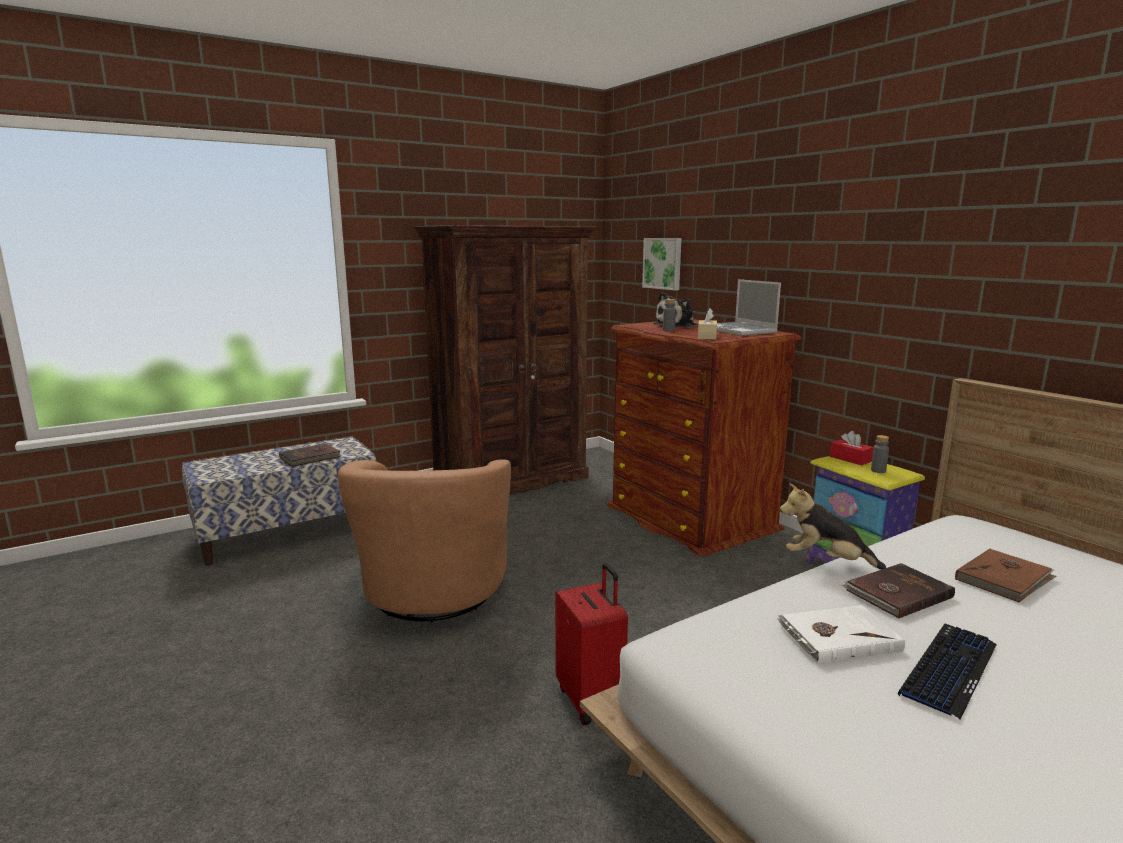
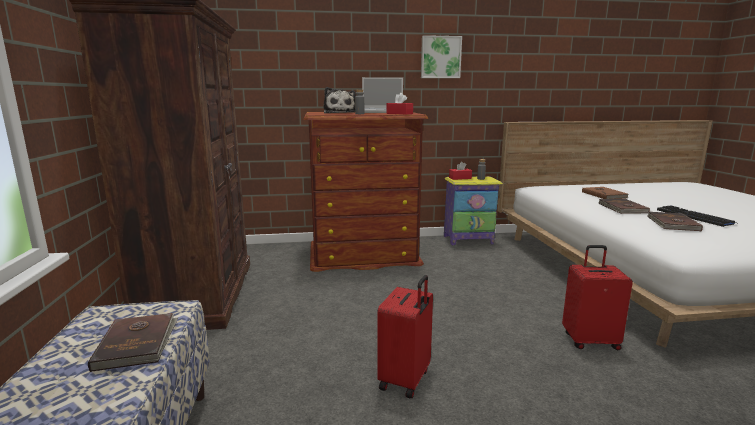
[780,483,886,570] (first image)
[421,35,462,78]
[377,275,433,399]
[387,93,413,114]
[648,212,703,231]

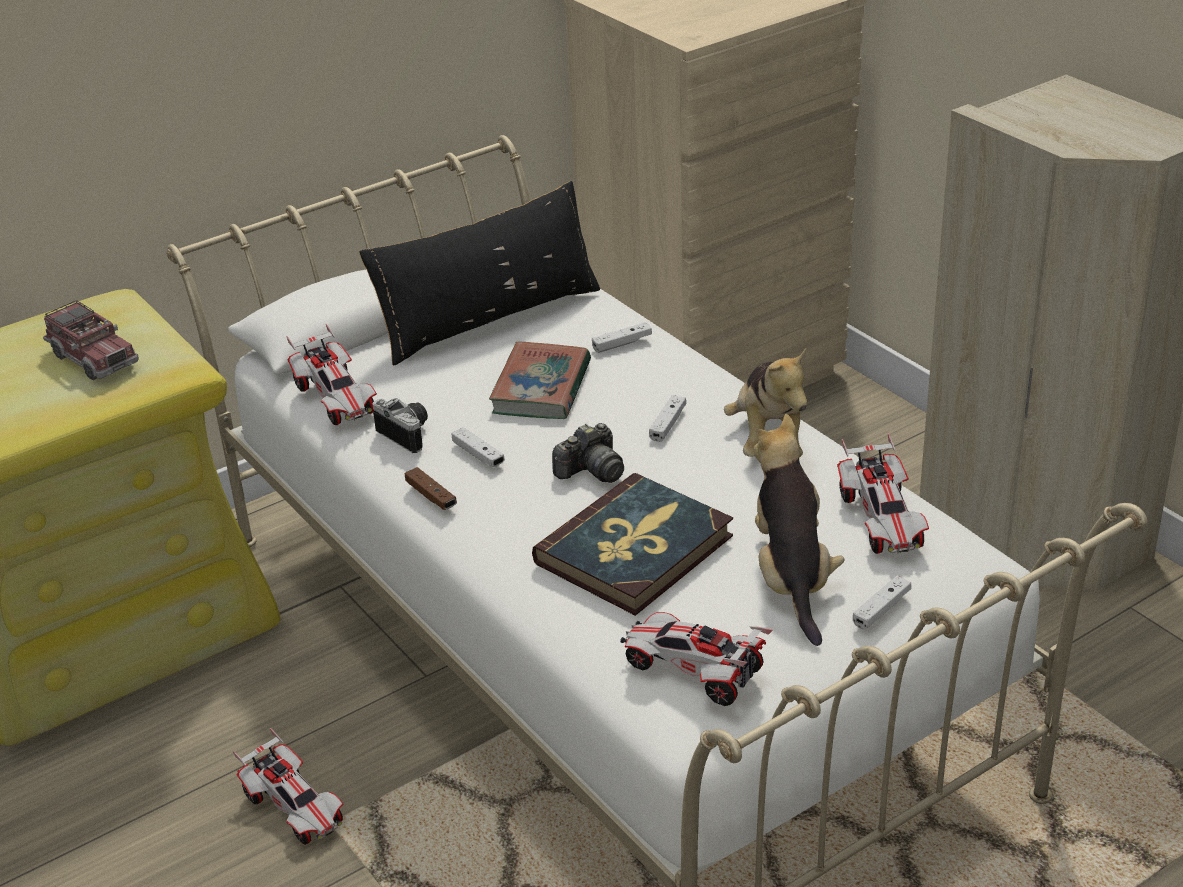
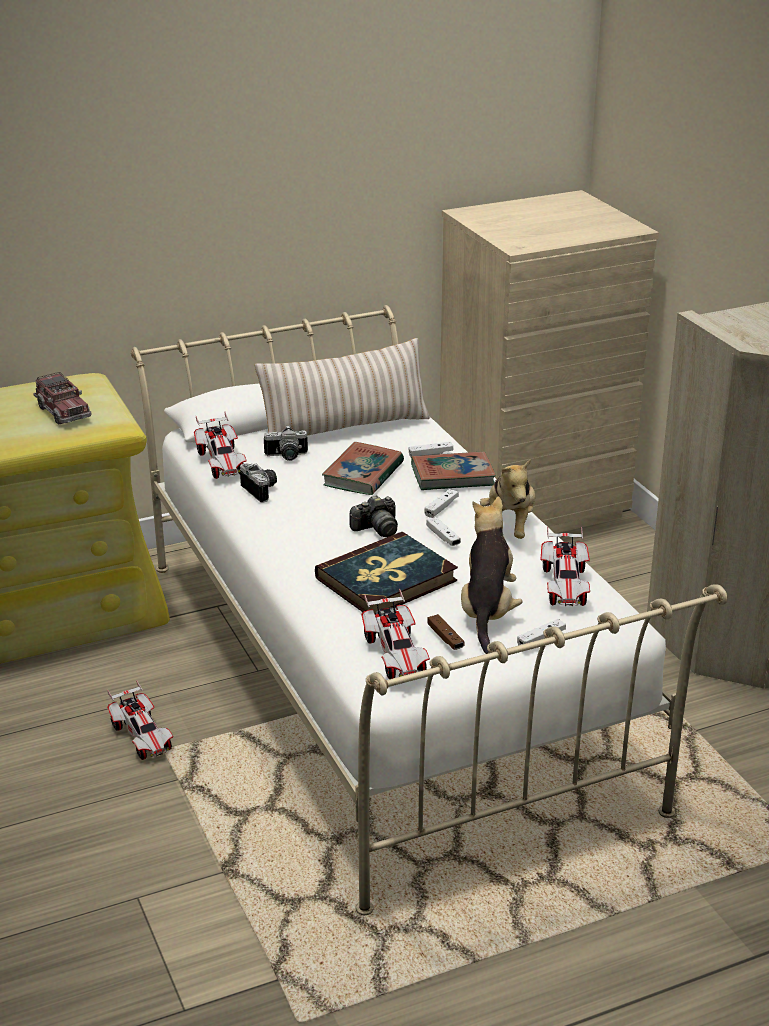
[264,425,308,461]
[411,451,496,490]
[427,614,464,650]
[426,517,461,546]
[254,338,430,436]
[361,589,430,679]

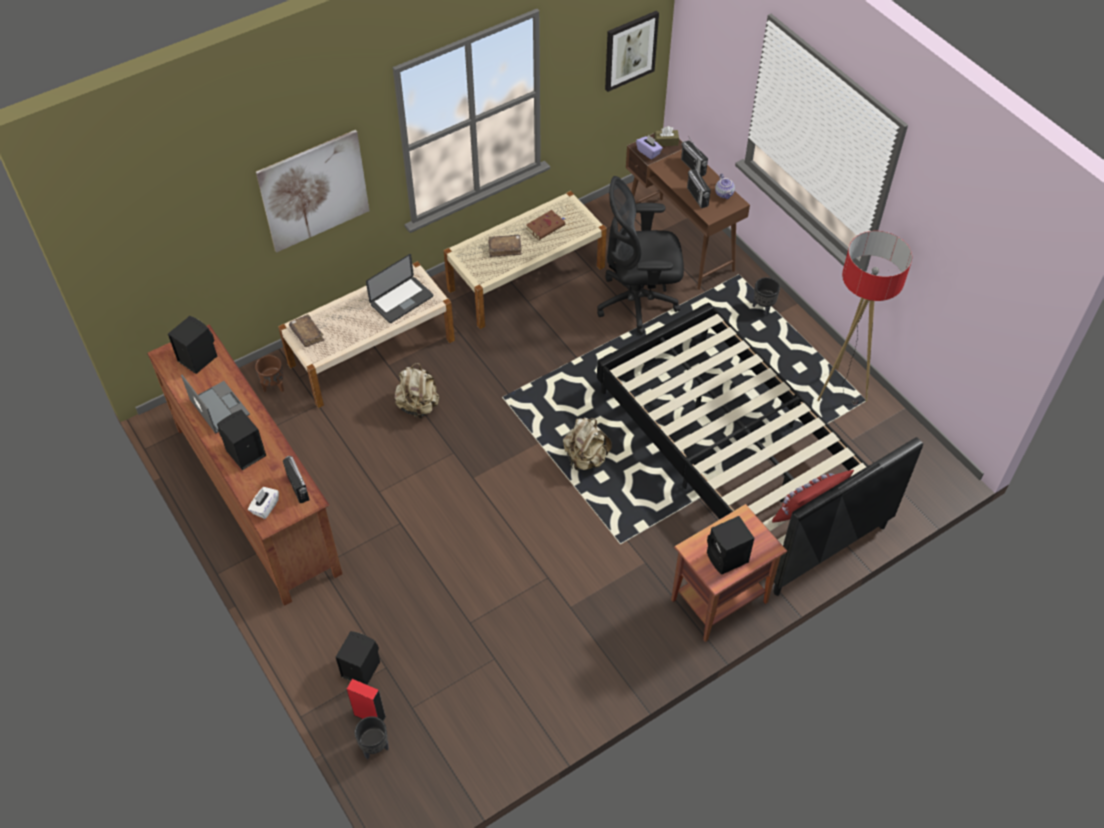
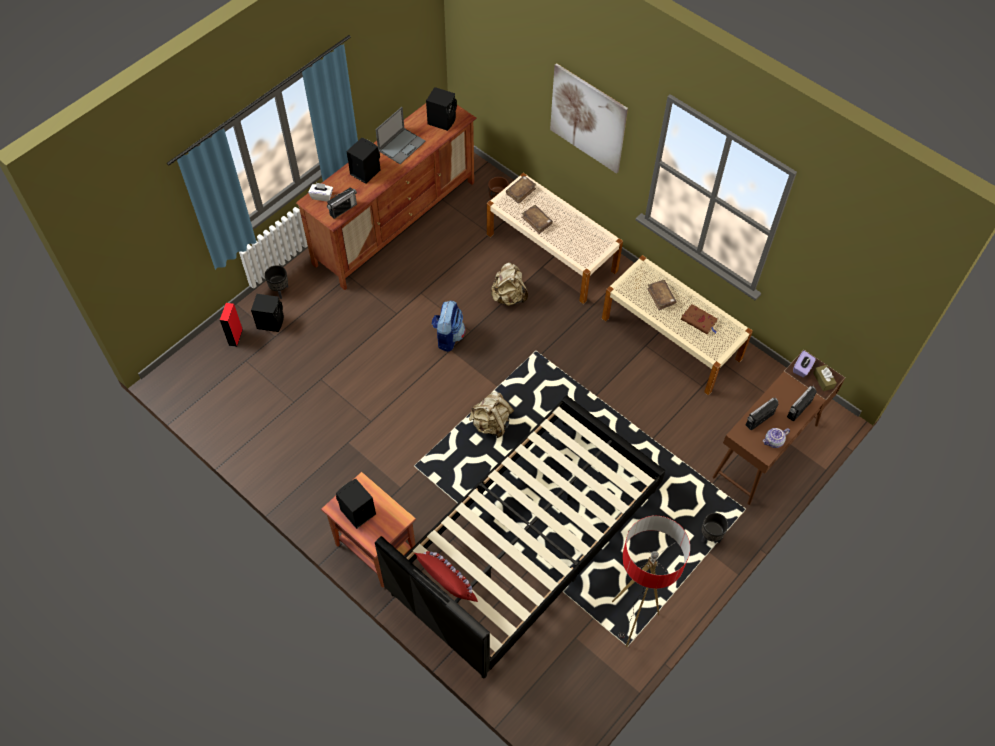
[366,254,433,323] (first image)
[597,176,684,335] (first image)
[605,10,659,92] (first image)
[432,301,466,352]
[522,205,553,234]
[265,265,288,299]

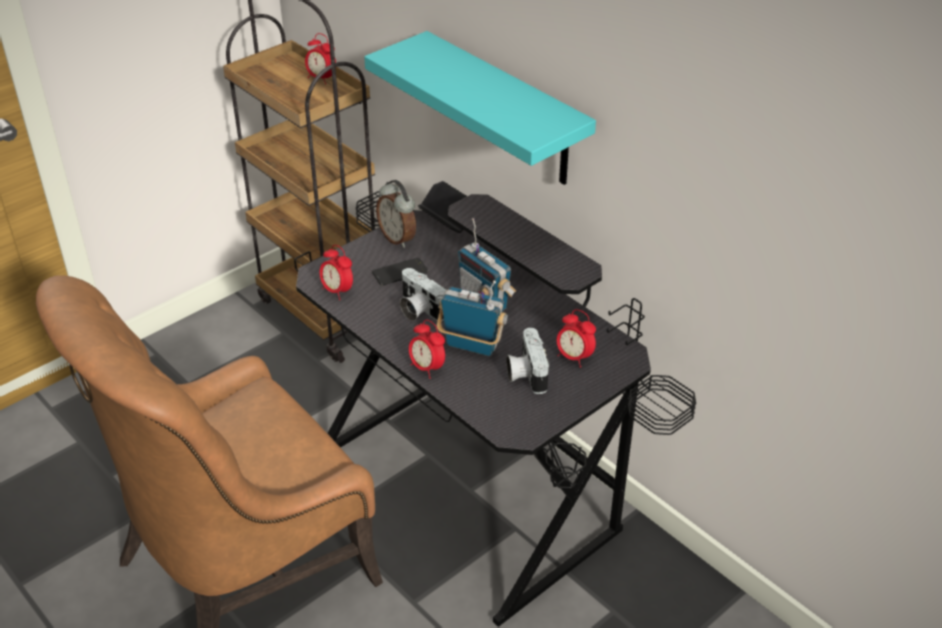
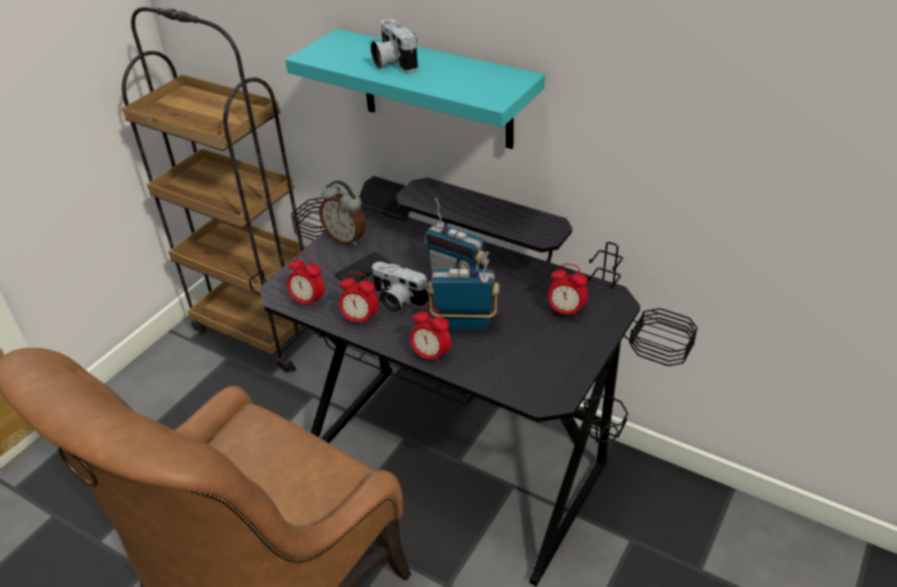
[339,272,379,327]
[371,19,418,72]

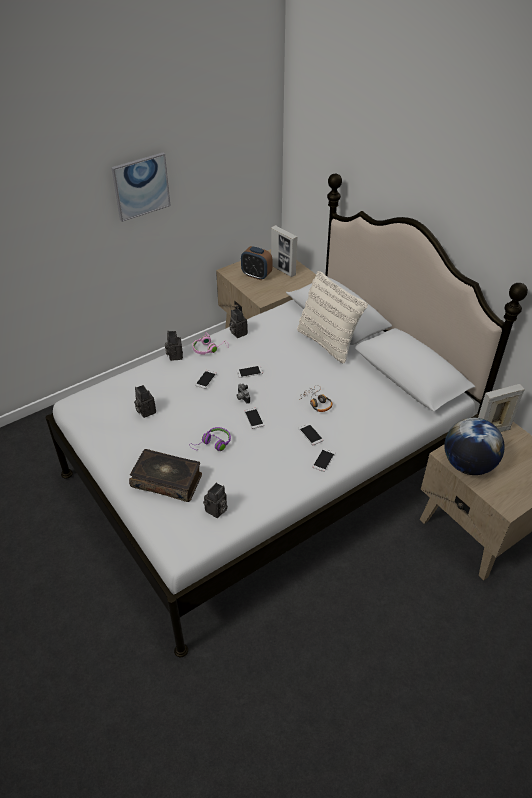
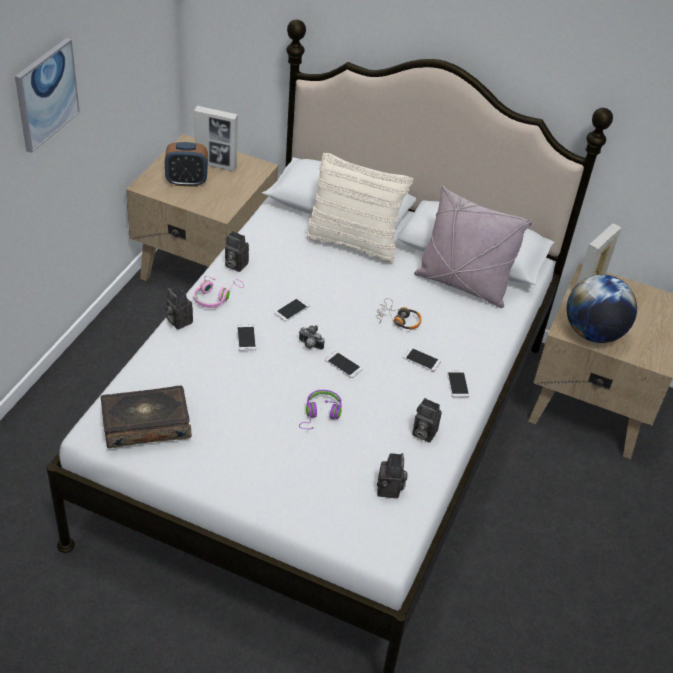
[414,186,532,308]
[101,385,192,448]
[412,398,442,443]

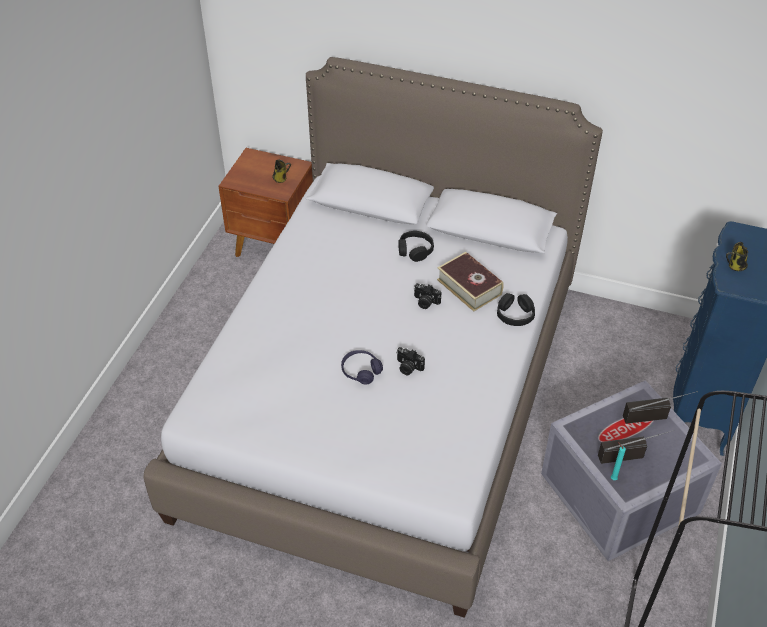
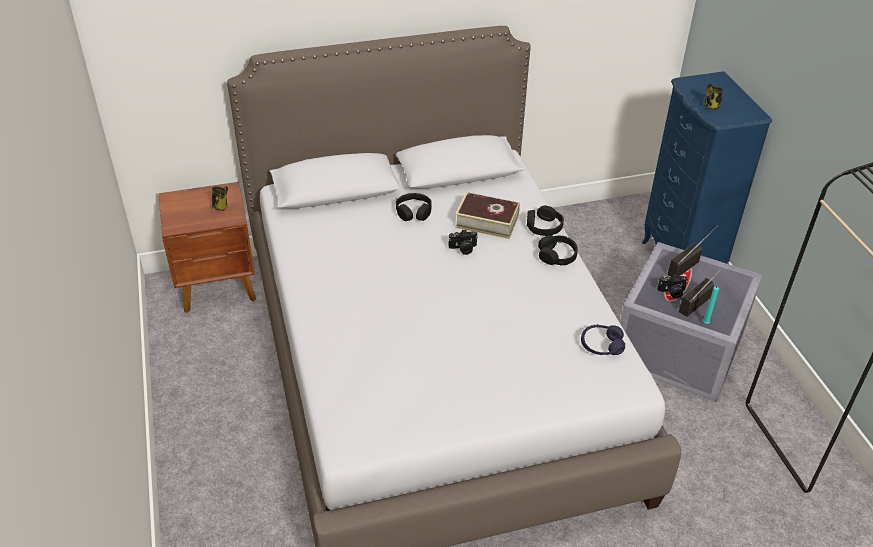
[538,235,578,266]
[581,324,625,355]
[658,274,688,299]

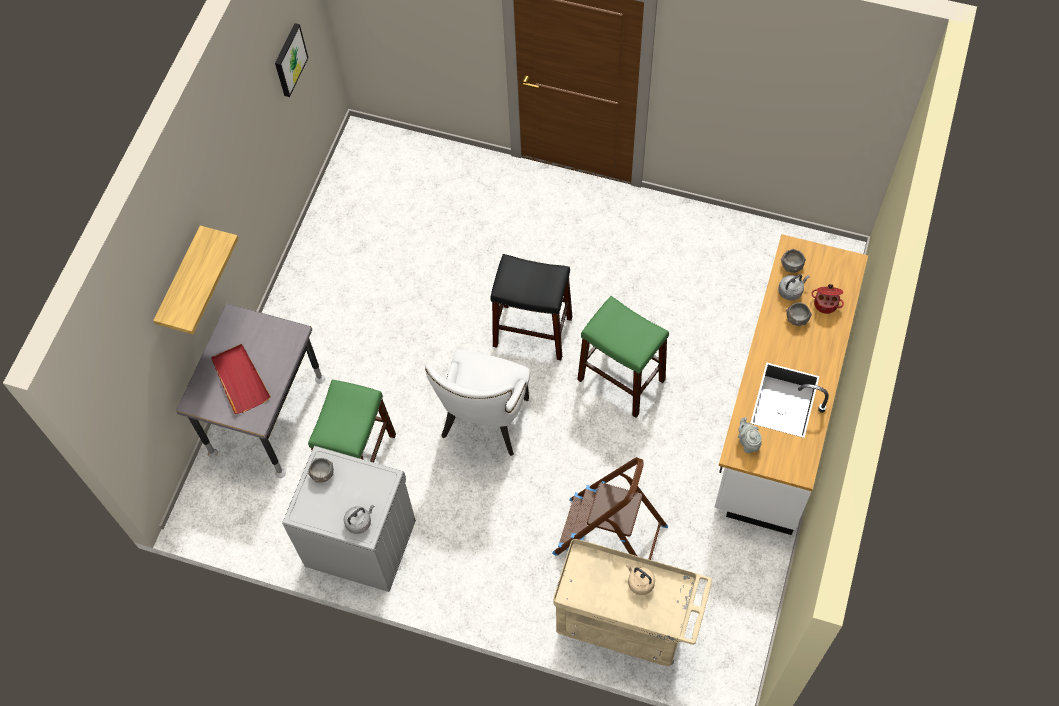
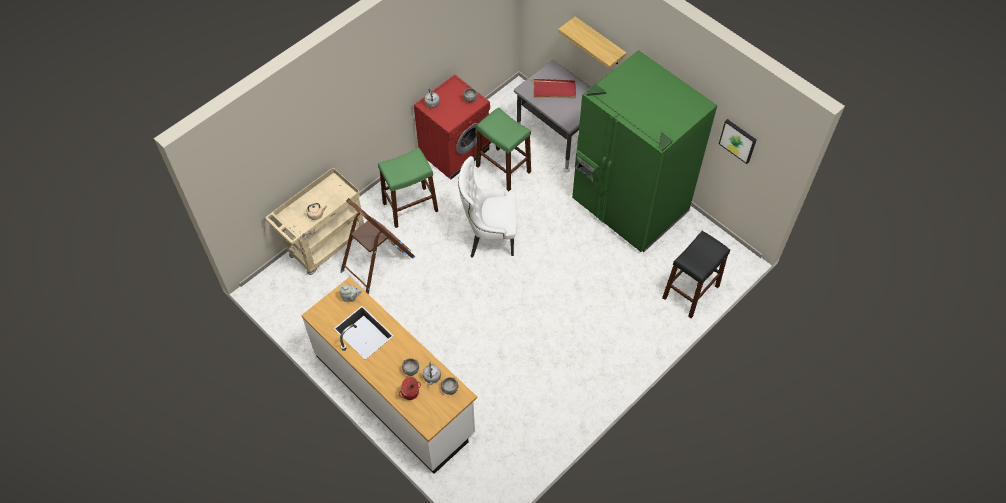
[572,50,717,252]
[662,231,730,318]
[378,148,438,228]
[414,75,490,180]
[458,156,517,258]

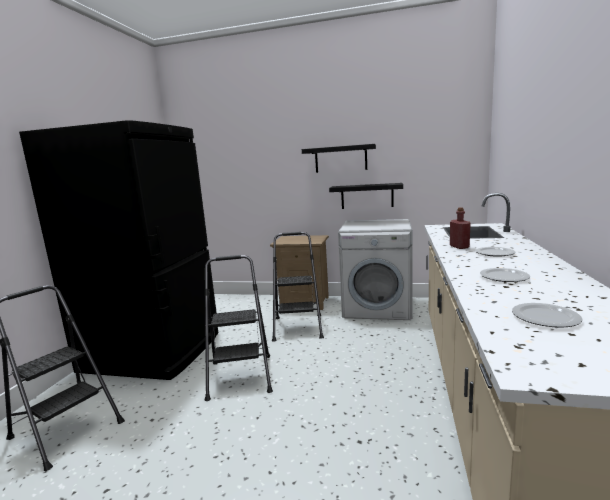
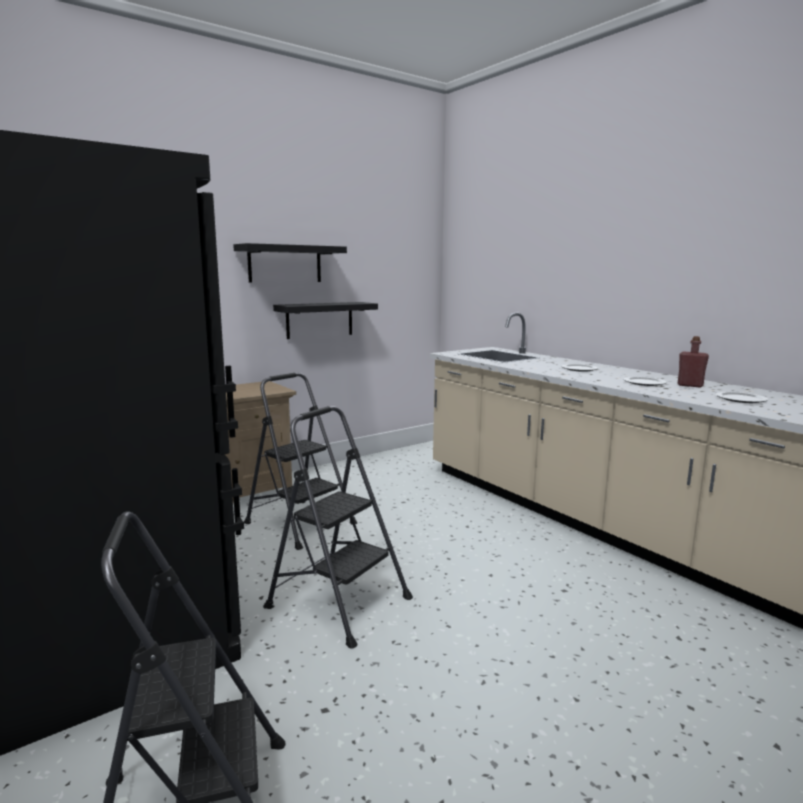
[338,219,413,320] (first image)
[678,336,709,387]

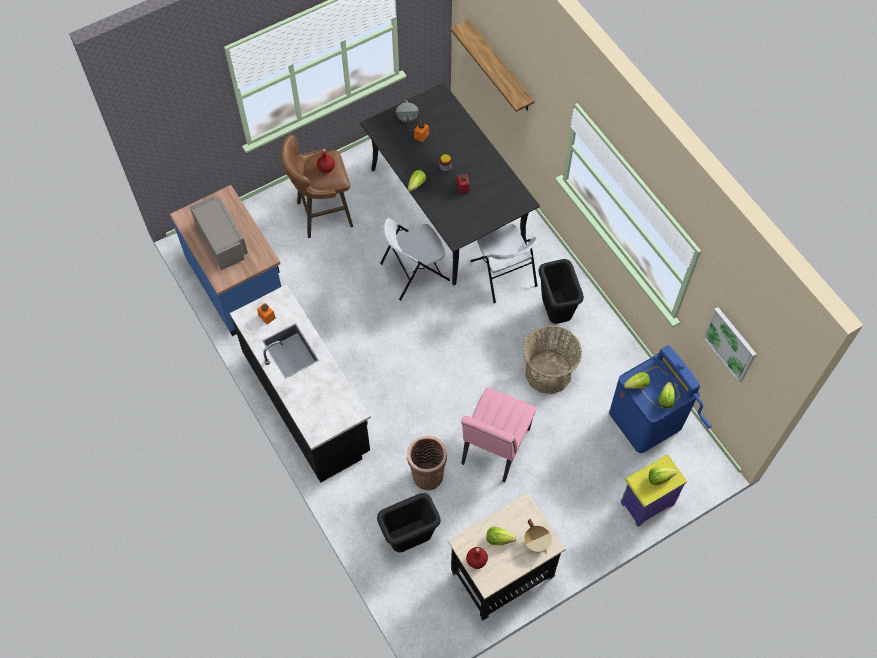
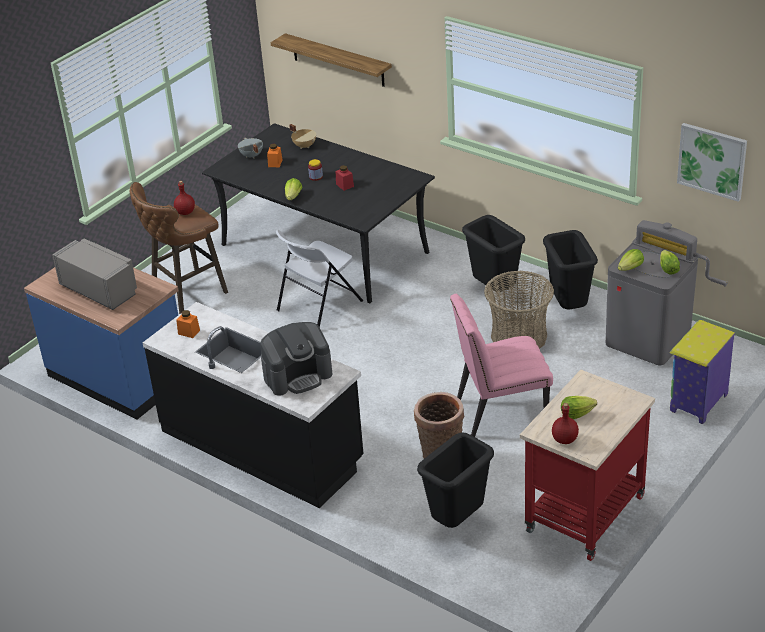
[471,224,538,304] (first image)
[649,467,676,486] (first image)
[260,322,332,396]
[543,230,598,309]
[289,124,316,149]
[520,370,655,561]
[606,220,728,366]
[450,294,553,437]

